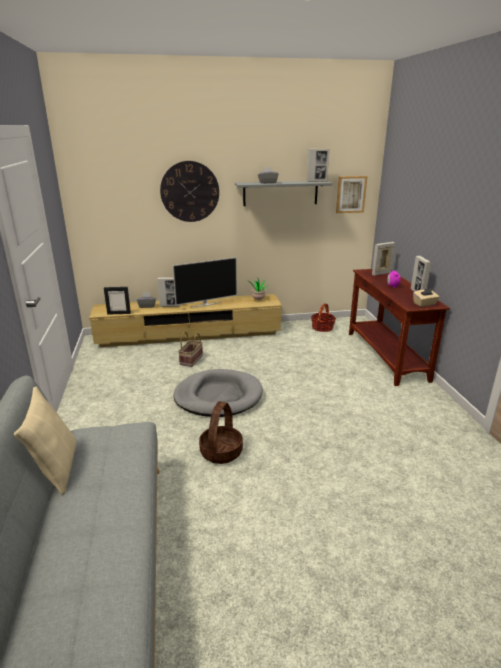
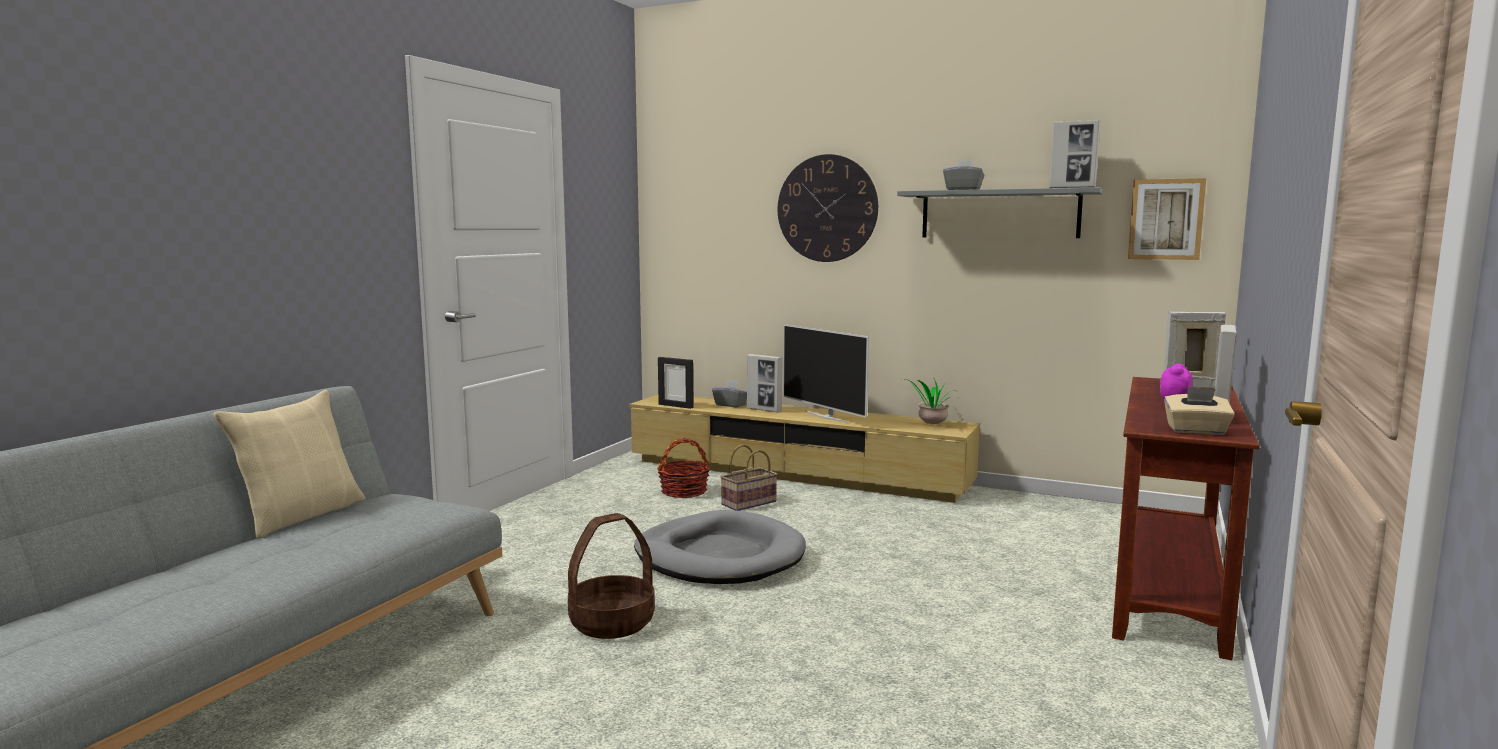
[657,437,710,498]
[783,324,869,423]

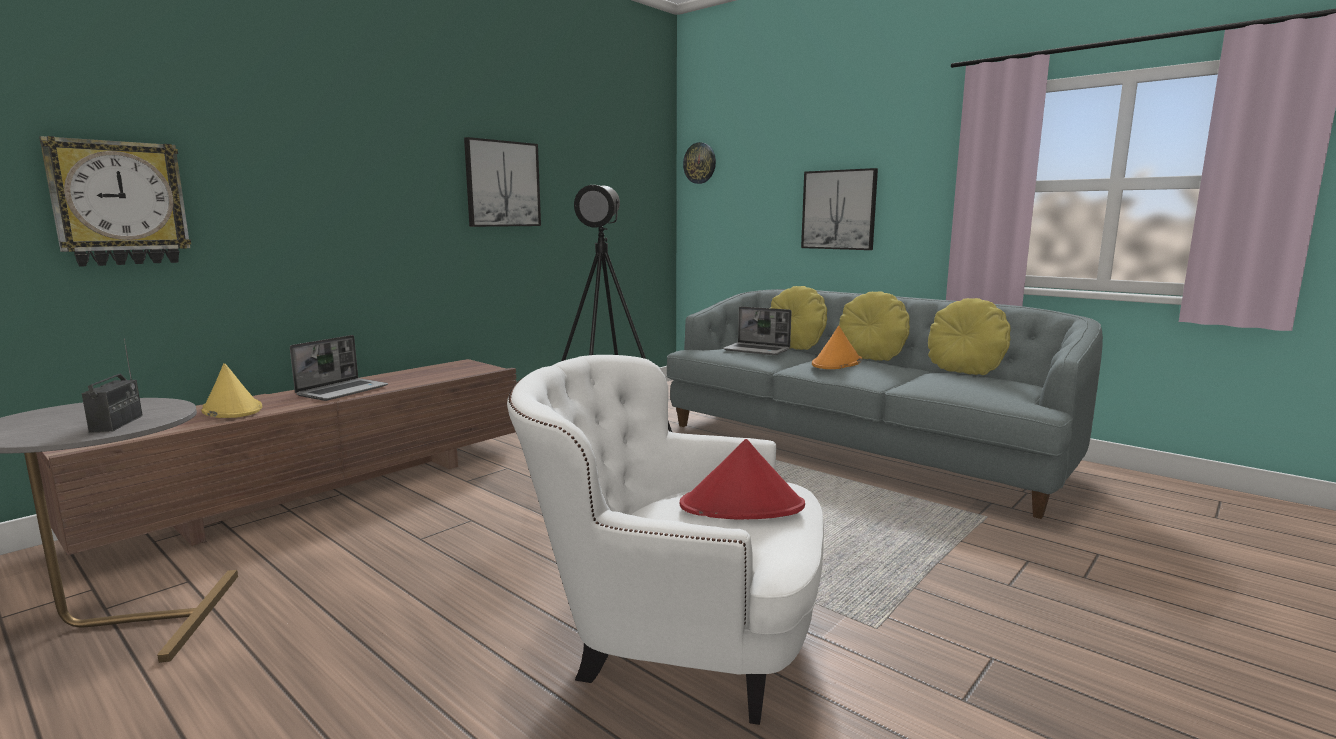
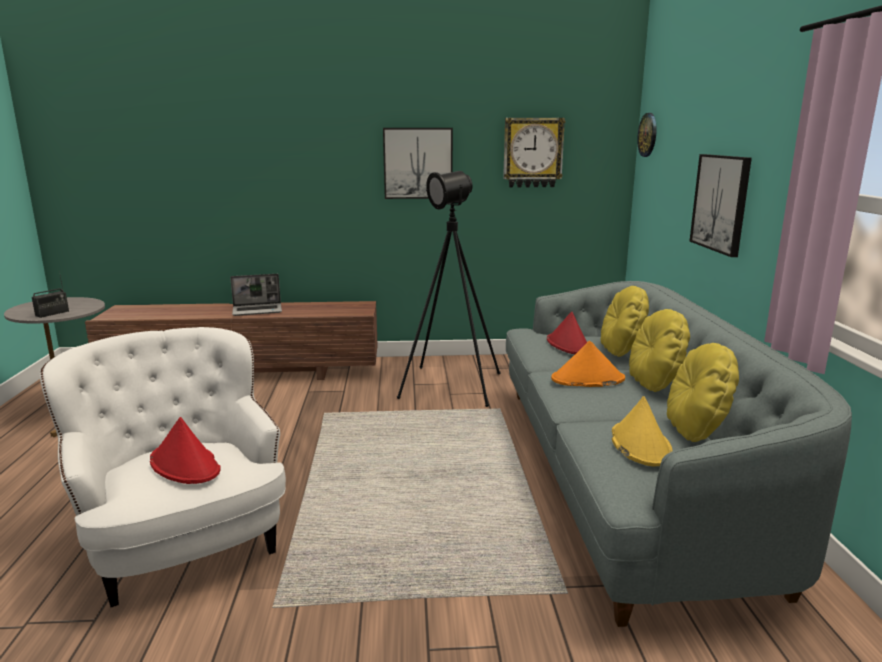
[503,118,566,188]
[612,396,672,466]
[547,312,587,354]

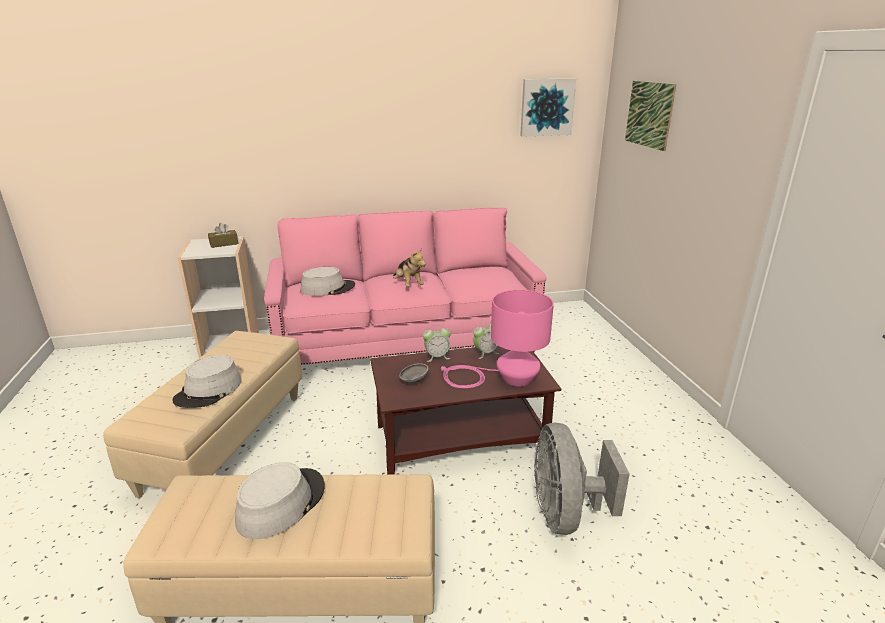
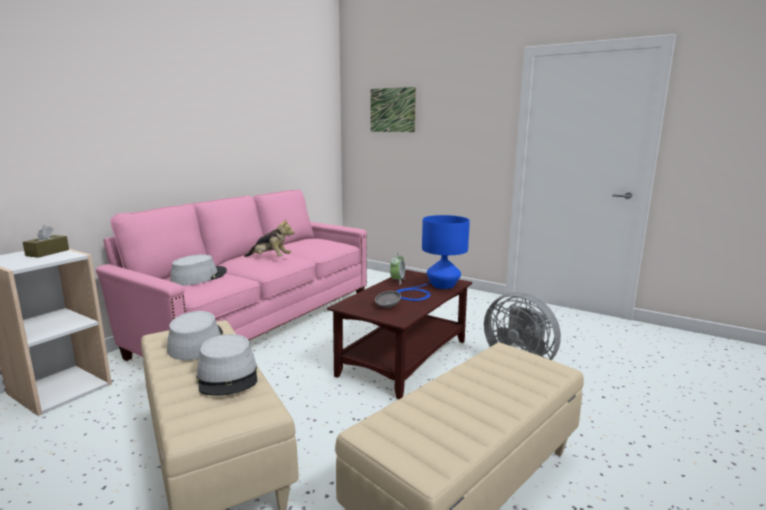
[423,325,451,362] (first image)
[520,79,576,137] (first image)
[167,311,223,360]
[397,215,470,301]

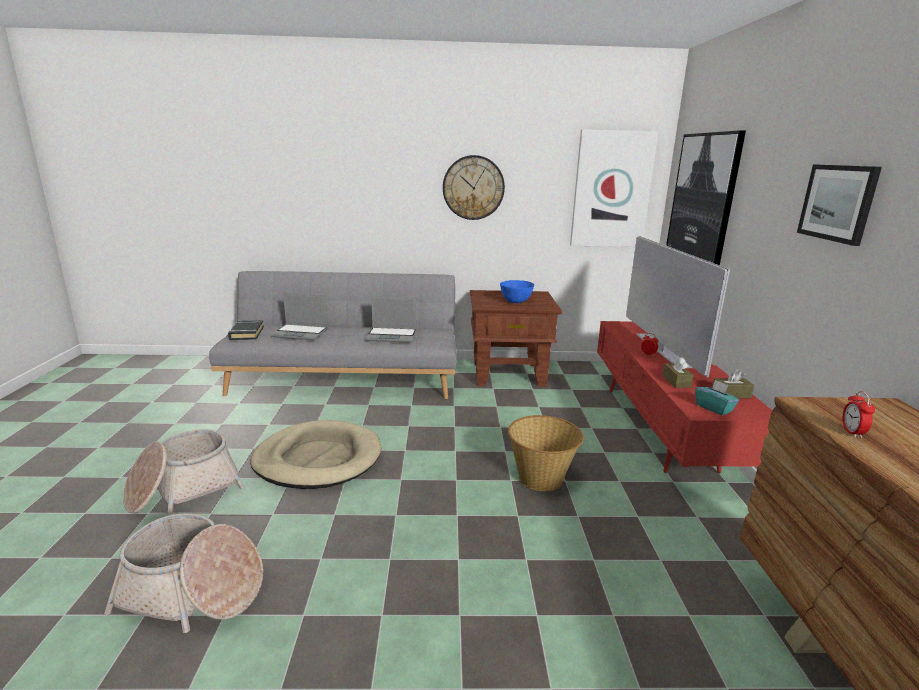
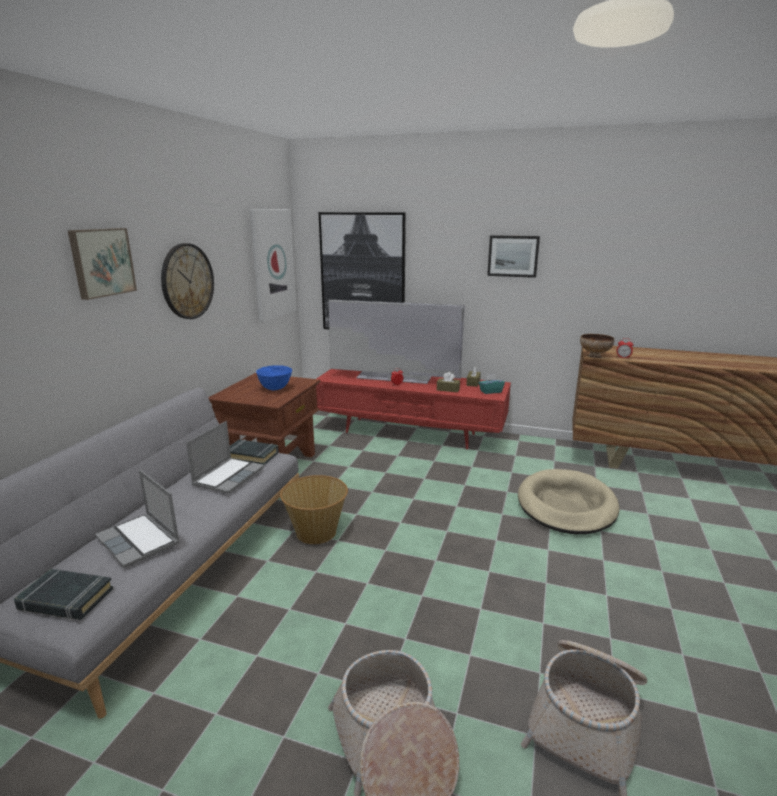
[68,228,137,300]
[230,439,279,465]
[580,334,614,358]
[518,469,619,534]
[280,475,348,544]
[95,469,180,568]

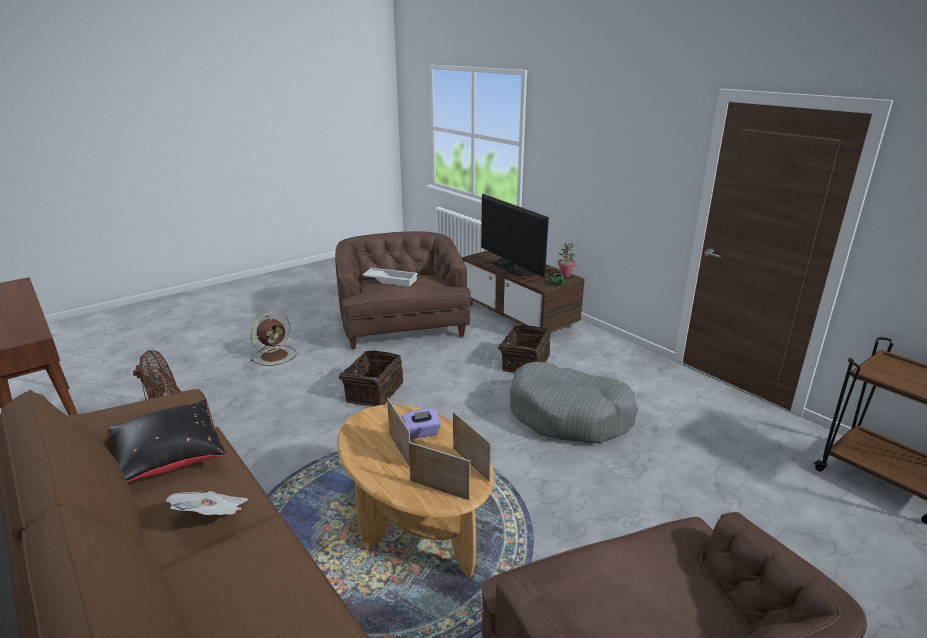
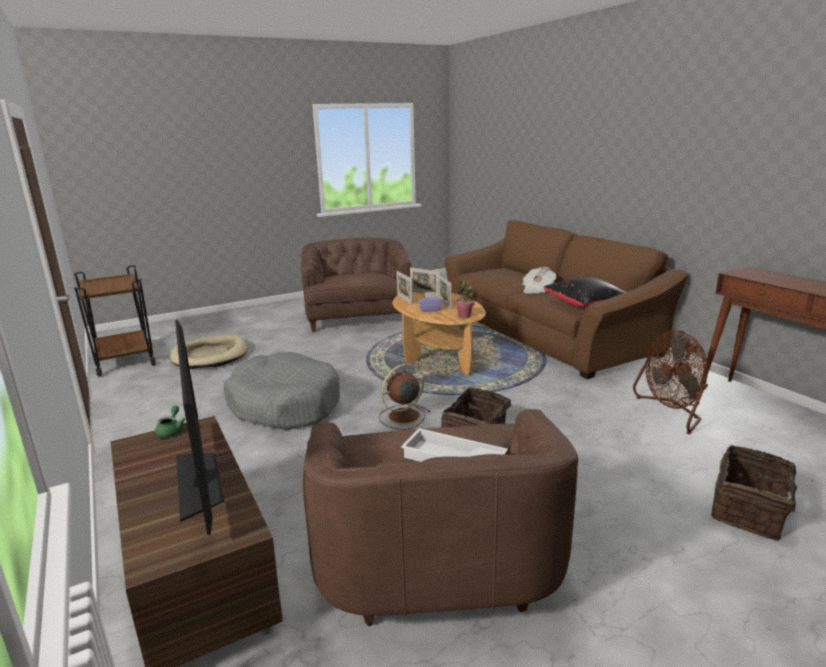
[170,335,247,369]
[379,363,430,430]
[711,445,815,541]
[455,280,475,318]

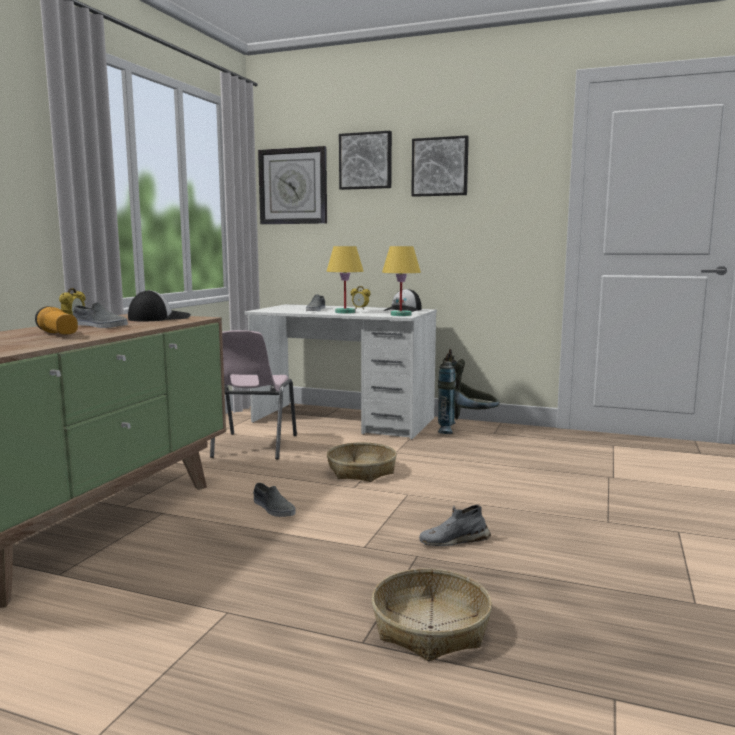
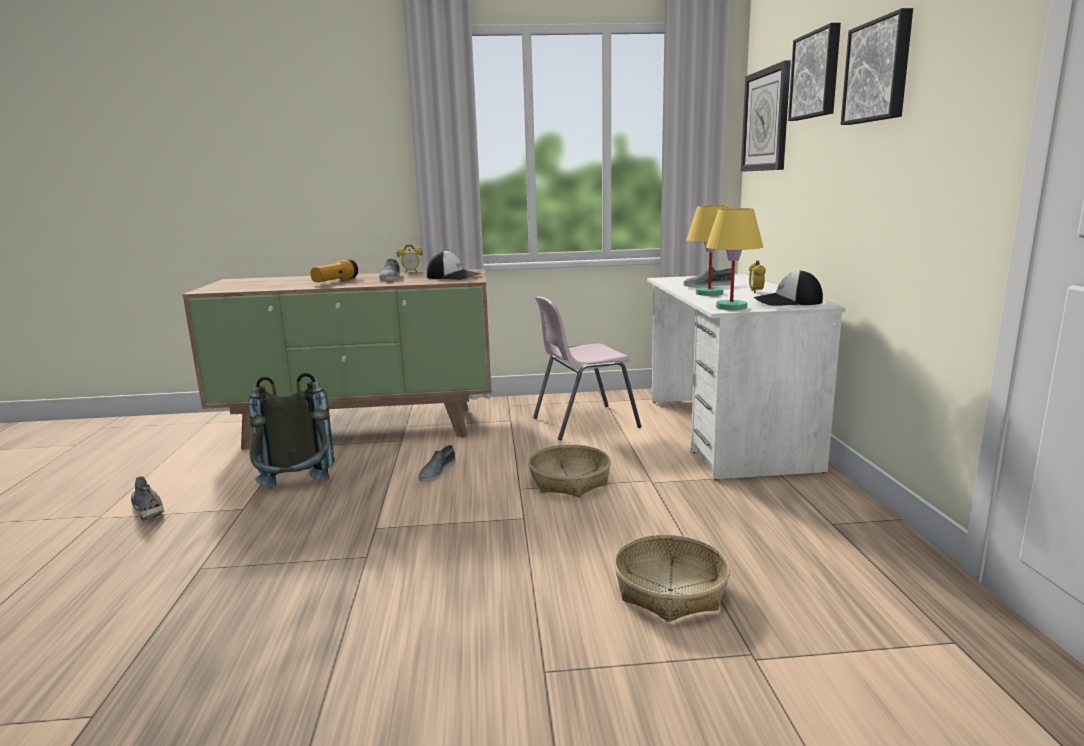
[614,535,730,622]
[131,476,164,521]
[249,373,334,487]

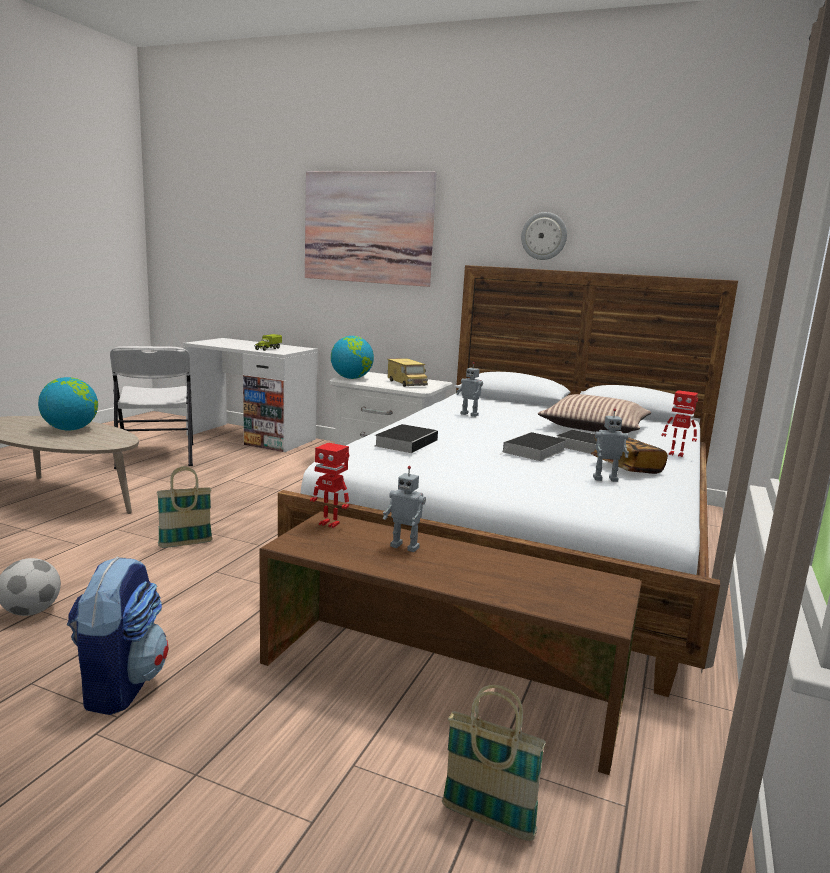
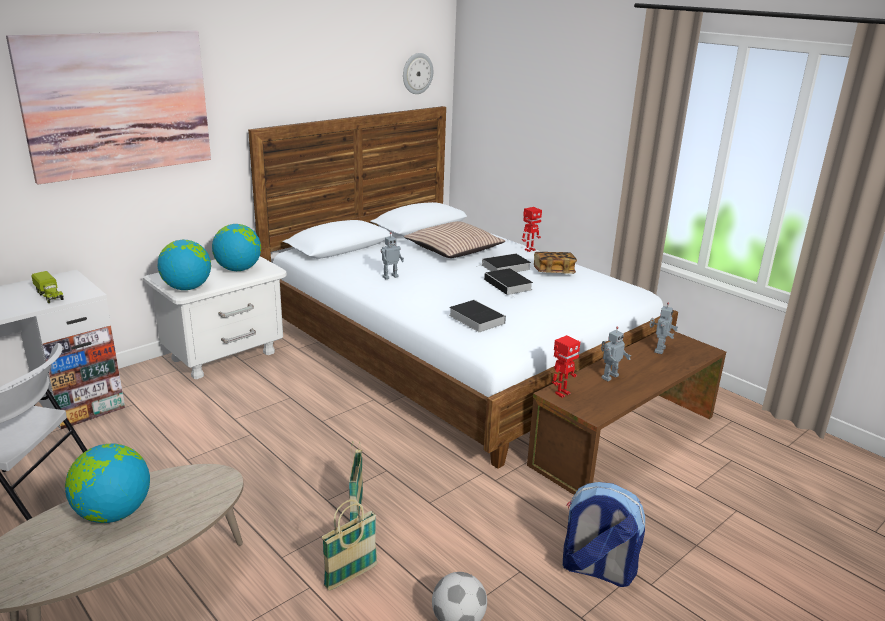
[321,499,377,590]
[403,53,433,94]
[649,302,678,354]
[212,224,261,271]

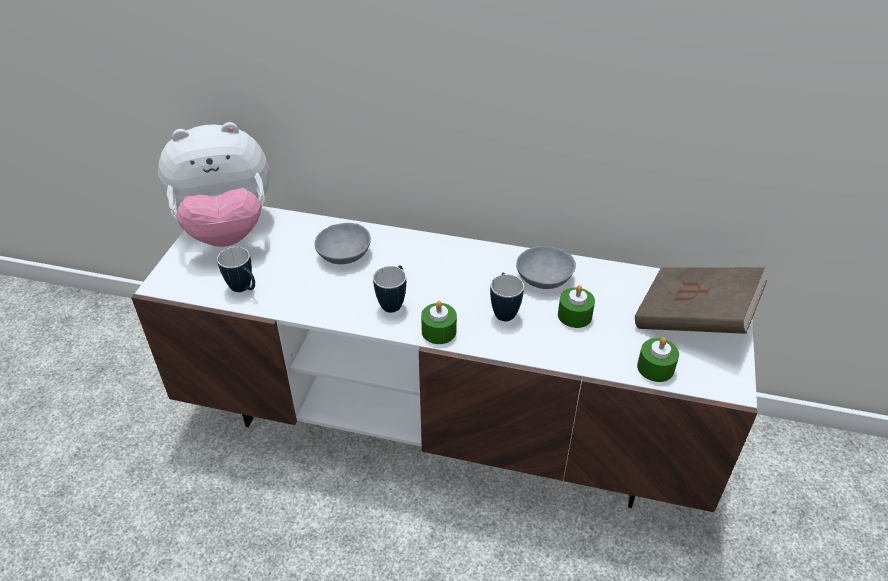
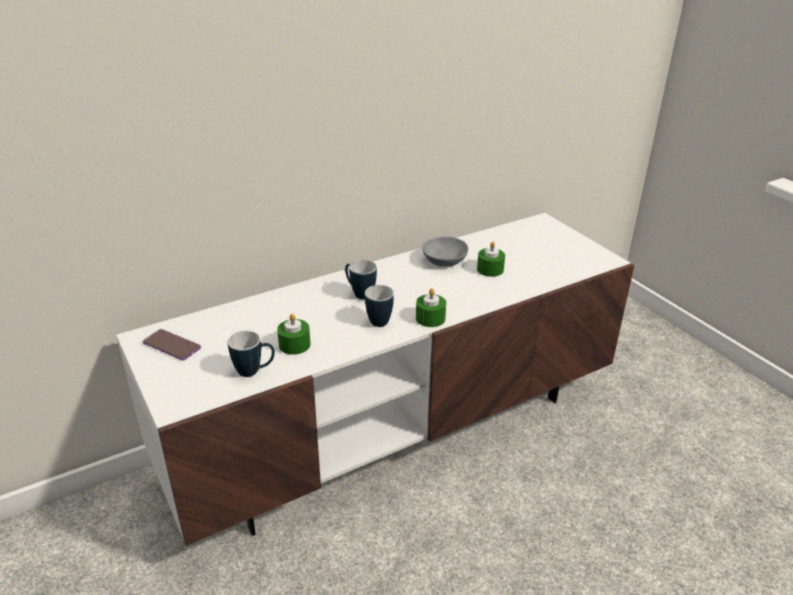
[314,223,371,264] (first image)
[635,267,767,334] (first image)
[345,260,377,300]
[277,314,311,355]
[143,329,201,360]

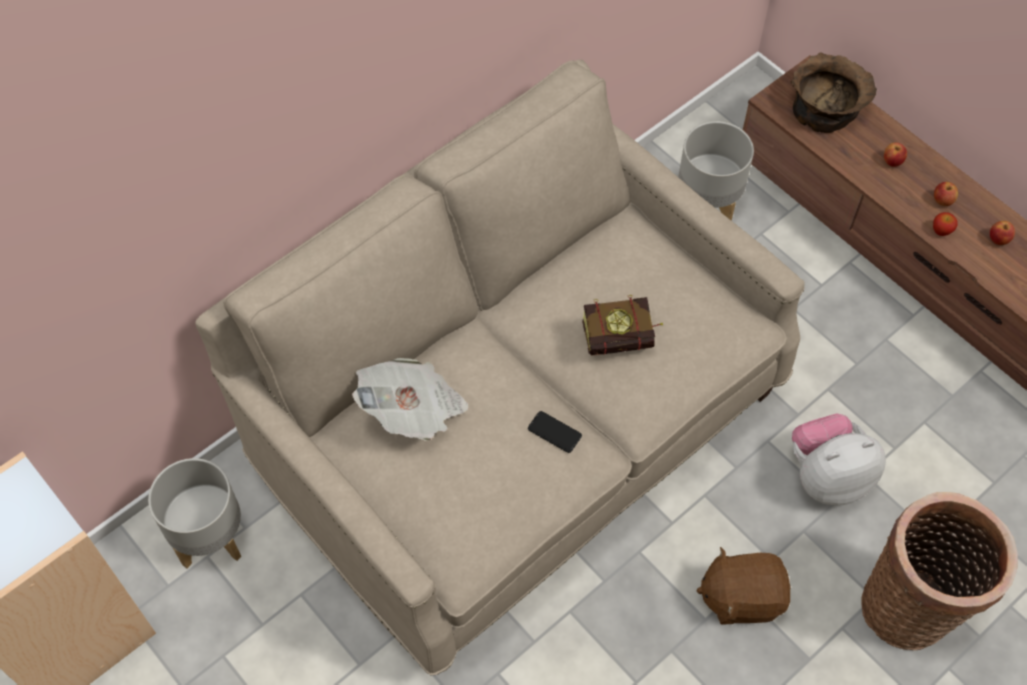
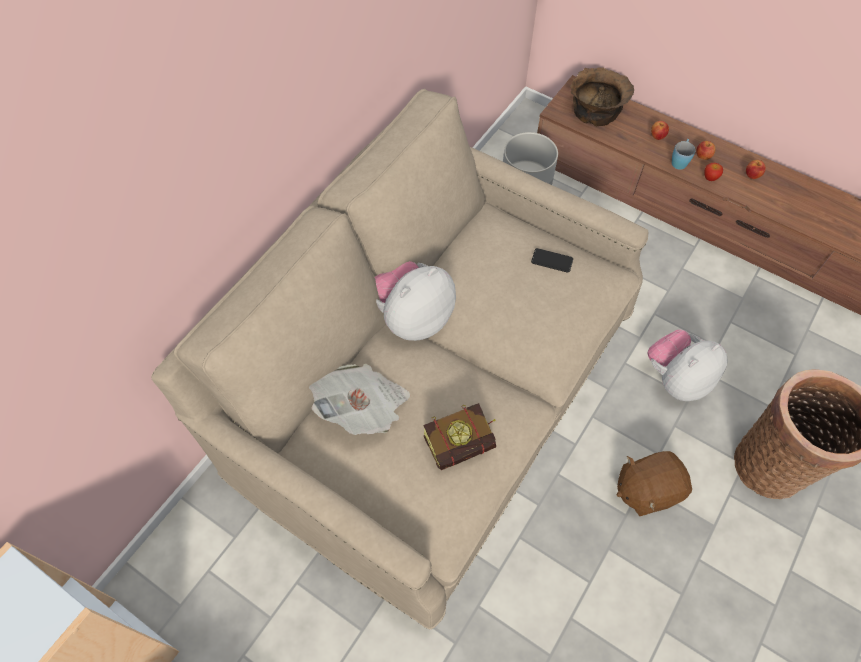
[148,458,241,568] (first image)
[374,261,456,341]
[672,139,696,170]
[531,248,573,273]
[423,403,496,470]

